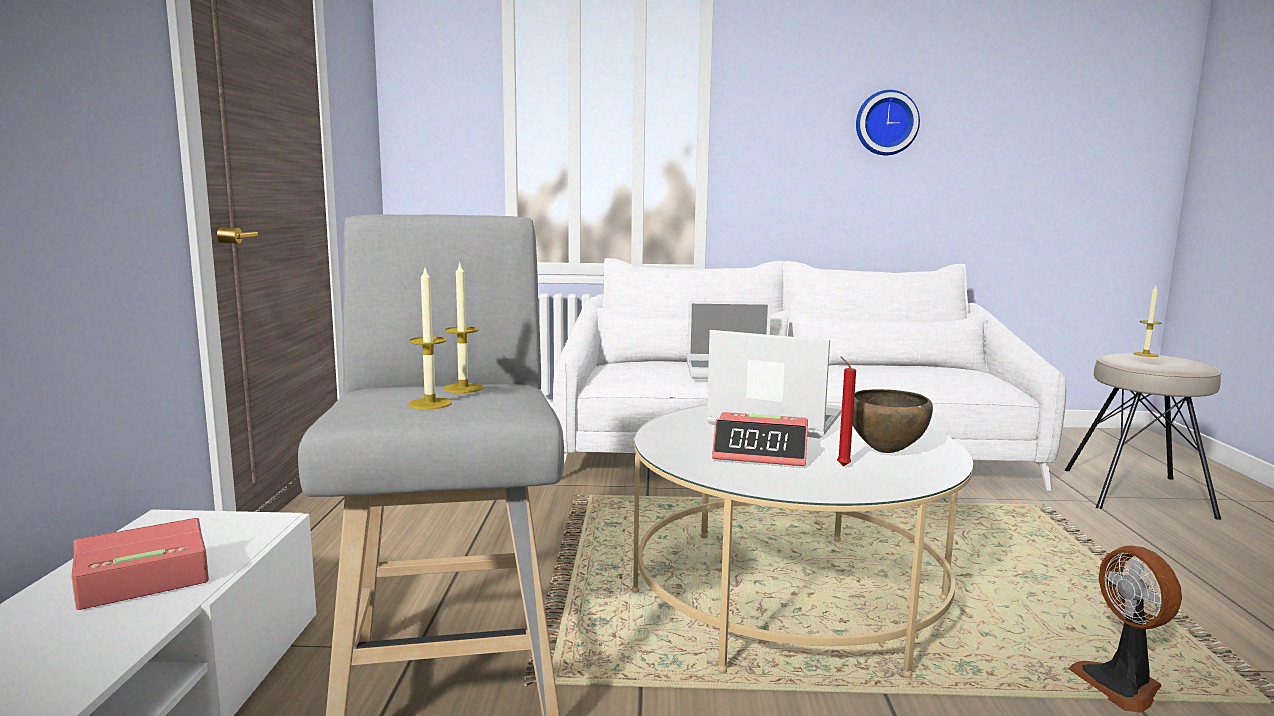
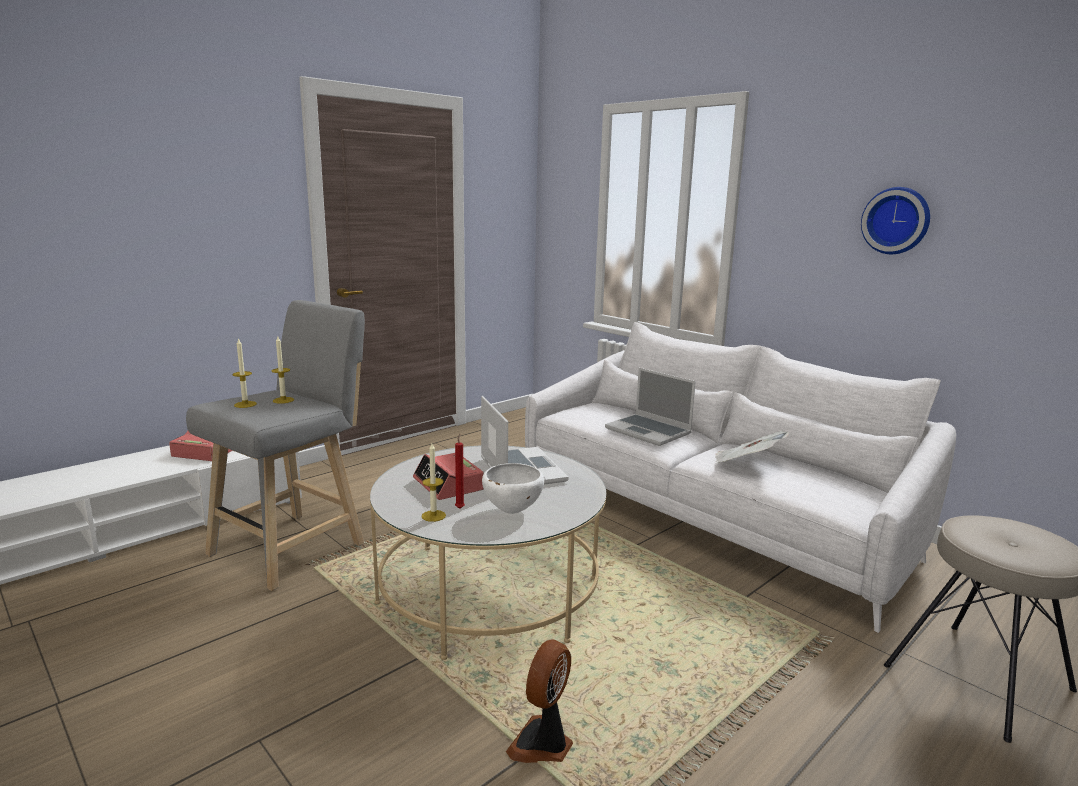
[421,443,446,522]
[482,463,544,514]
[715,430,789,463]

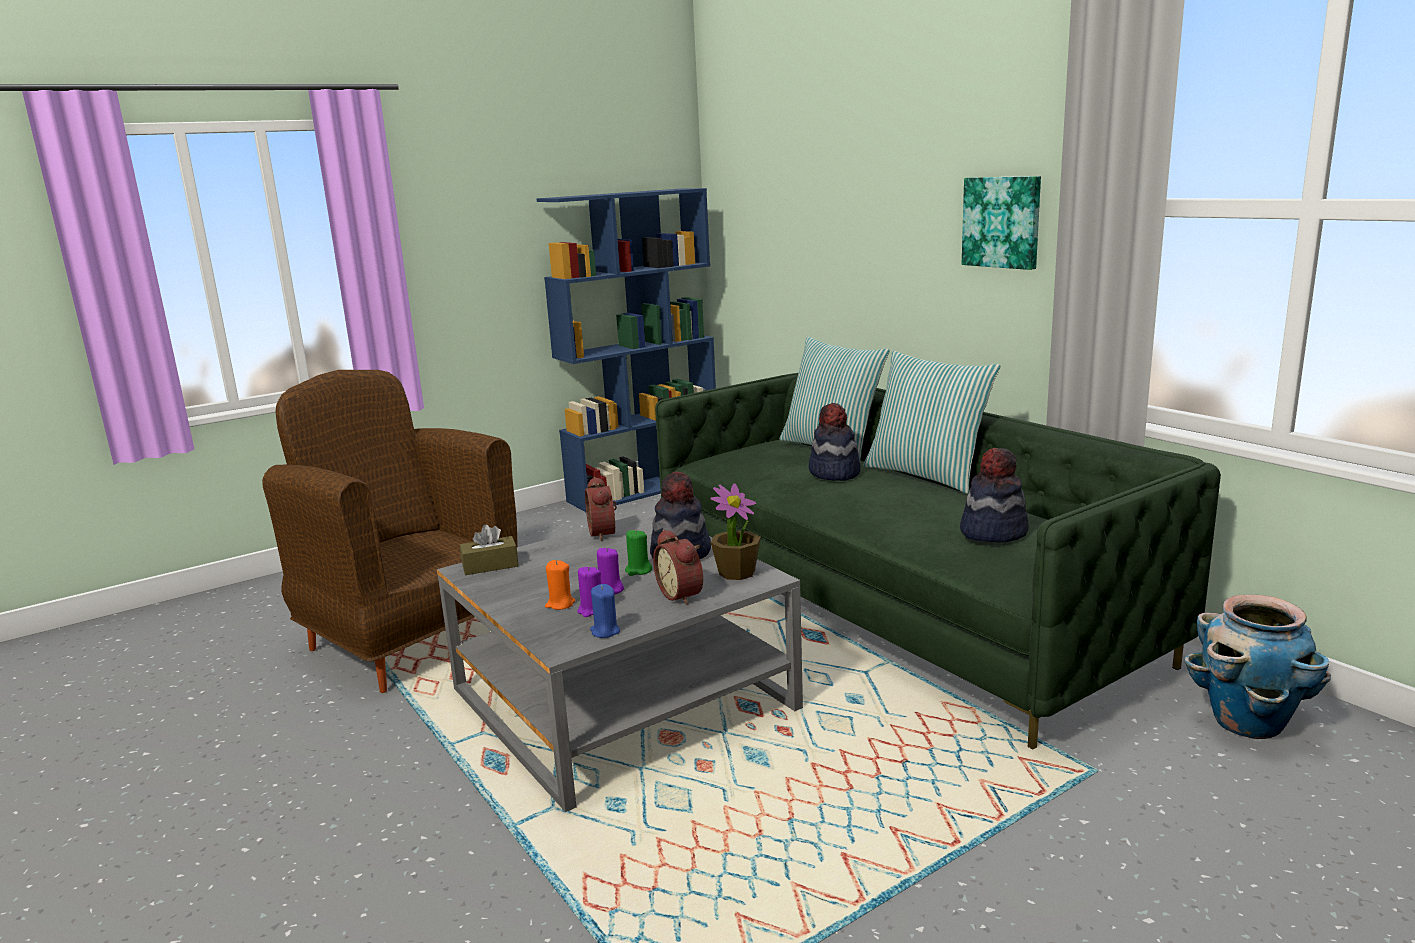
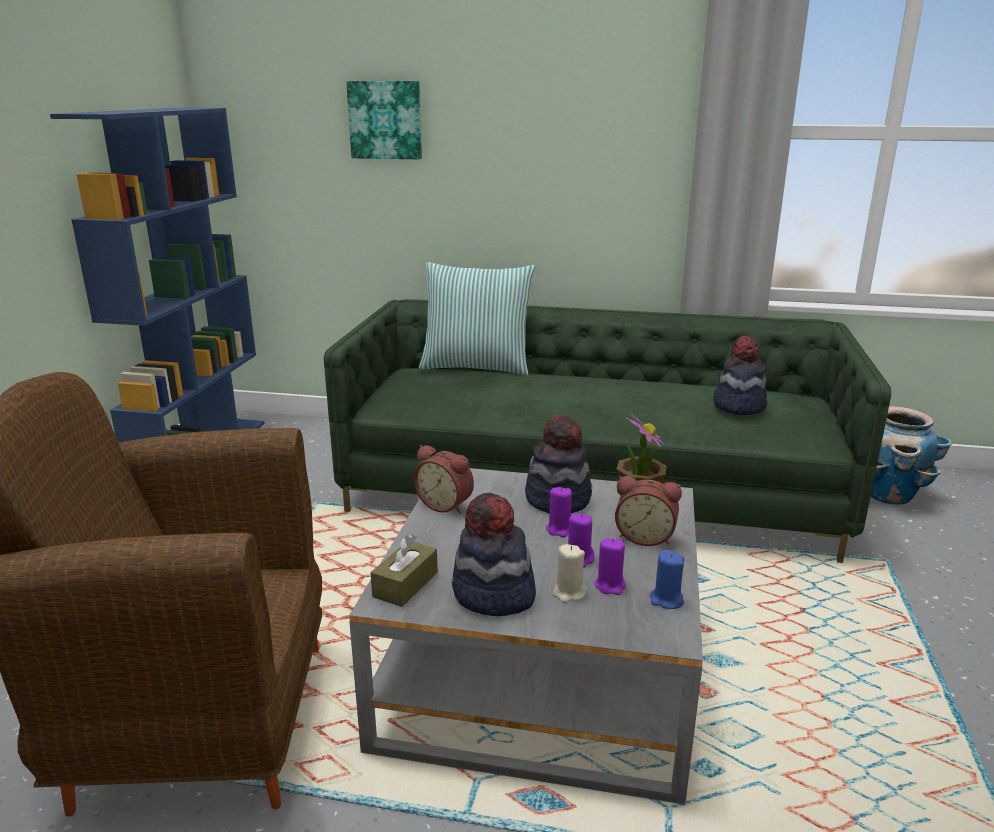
[346,81,422,160]
[863,351,1000,494] (first image)
[452,493,536,616]
[546,487,572,537]
[553,544,587,603]

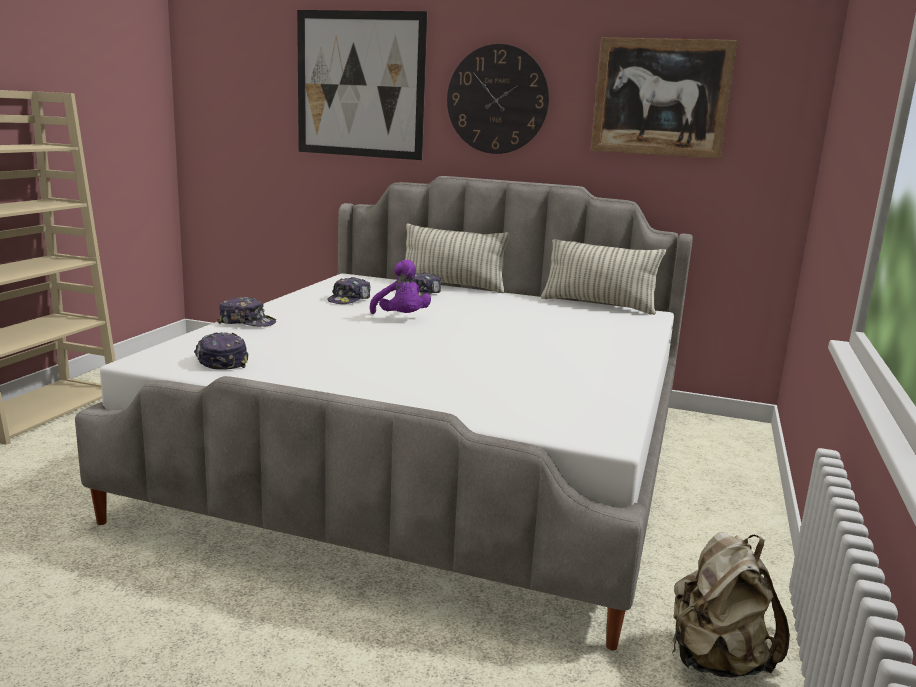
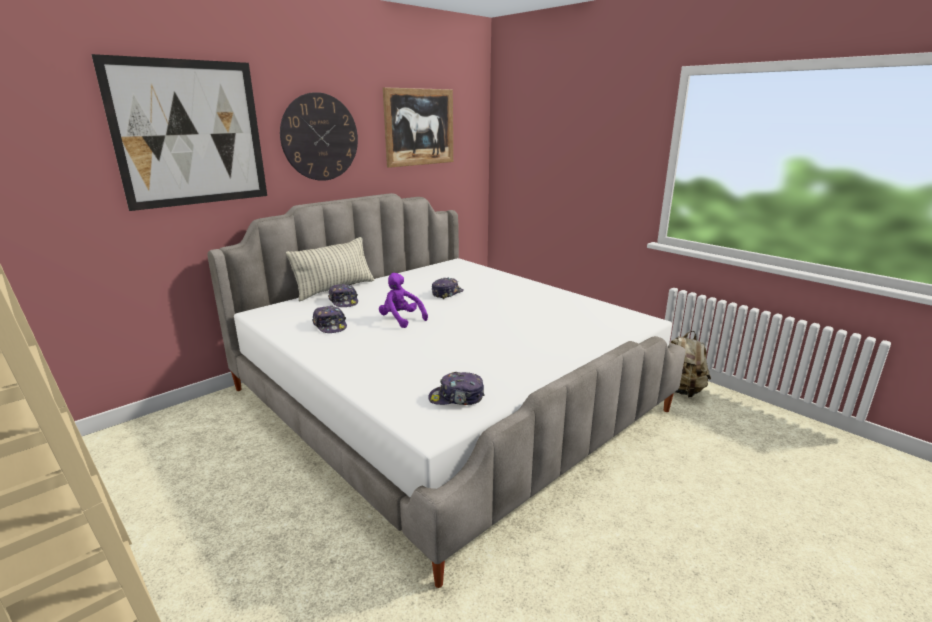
[541,239,666,315] (first image)
[379,273,428,328]
[432,278,464,299]

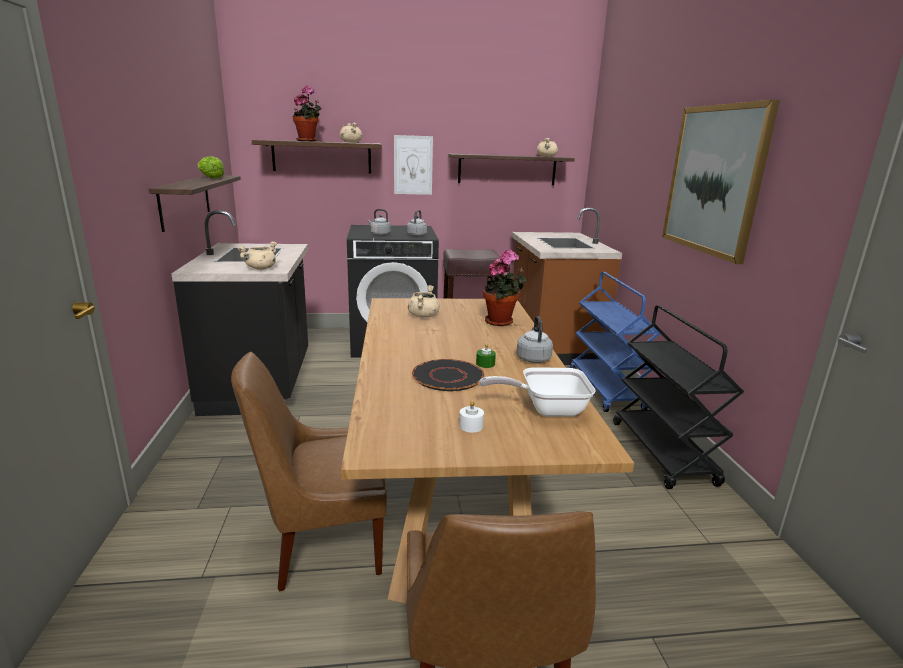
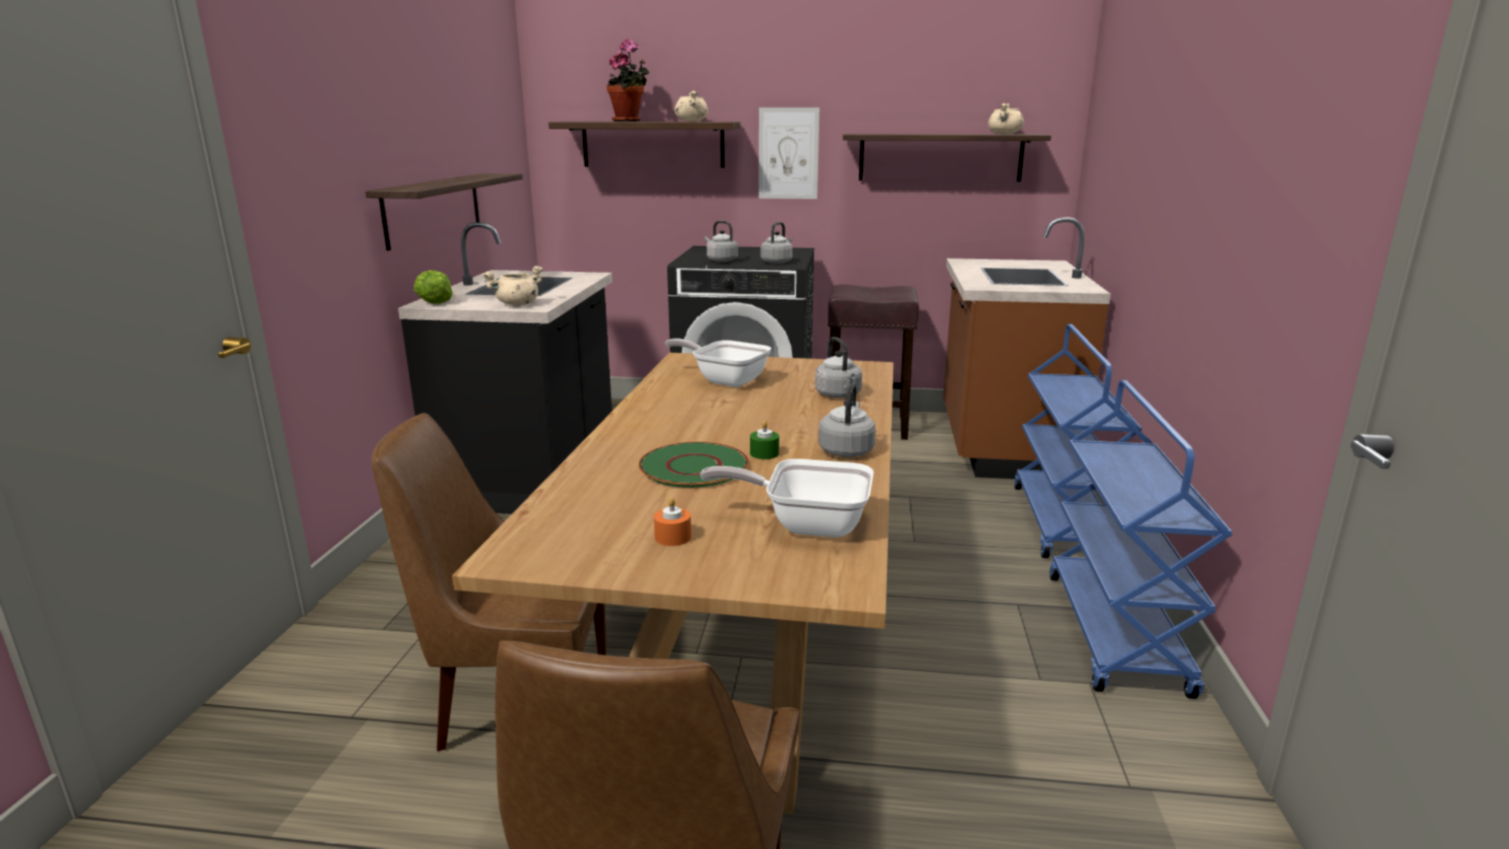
[662,99,780,264] (first image)
[414,270,453,304]
[815,337,862,398]
[665,338,771,387]
[1049,380,1233,699]
[638,442,749,488]
[654,497,691,546]

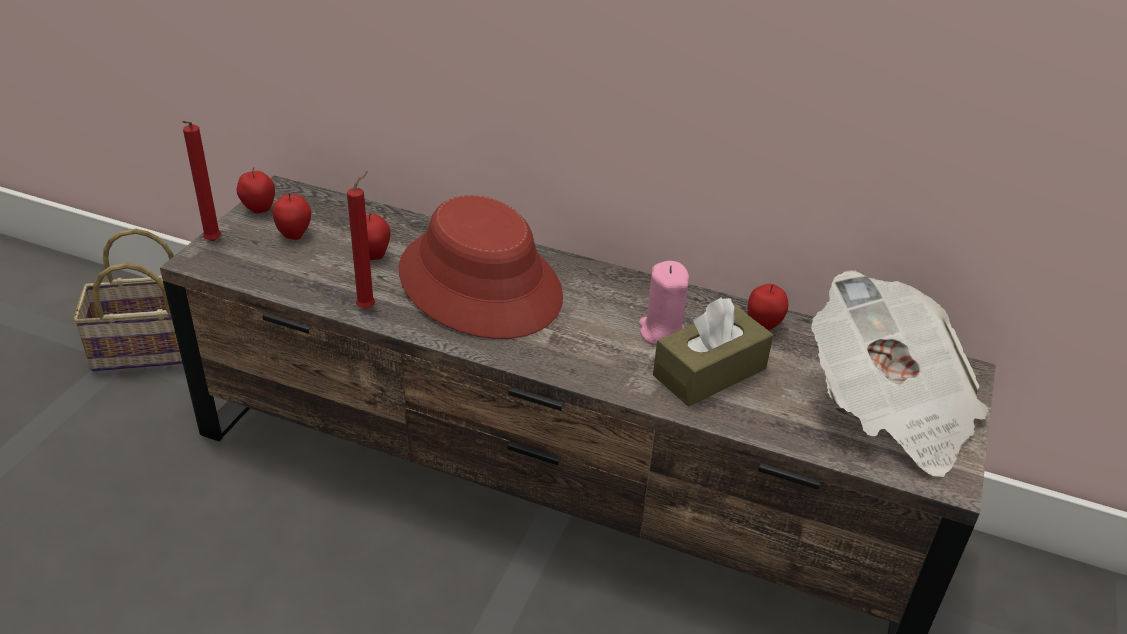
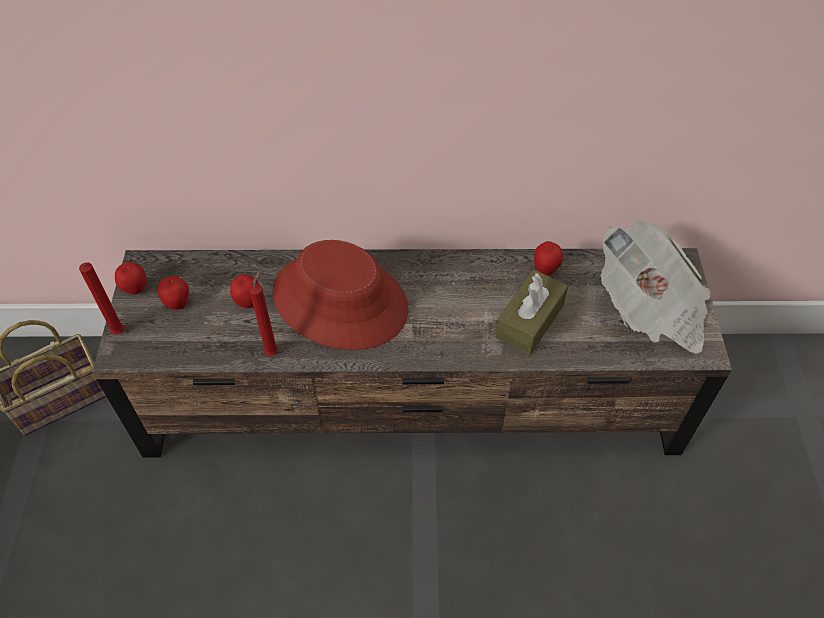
[639,261,689,346] (first image)

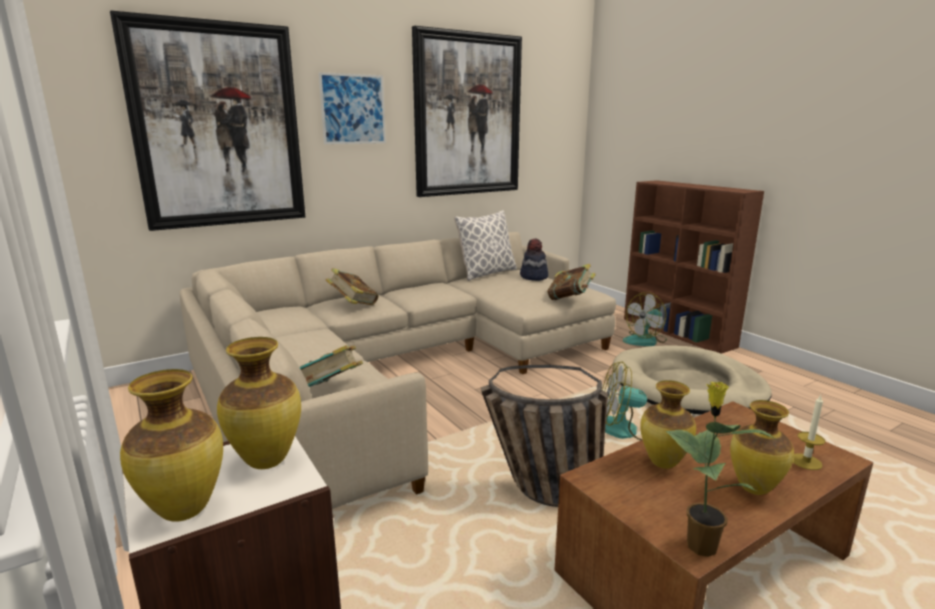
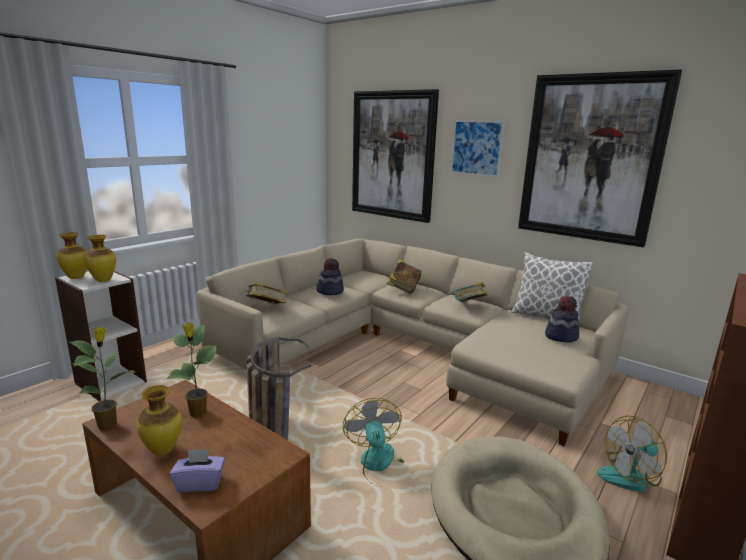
[454,282,488,302]
[597,416,667,492]
[167,322,216,417]
[170,449,225,492]
[316,258,344,295]

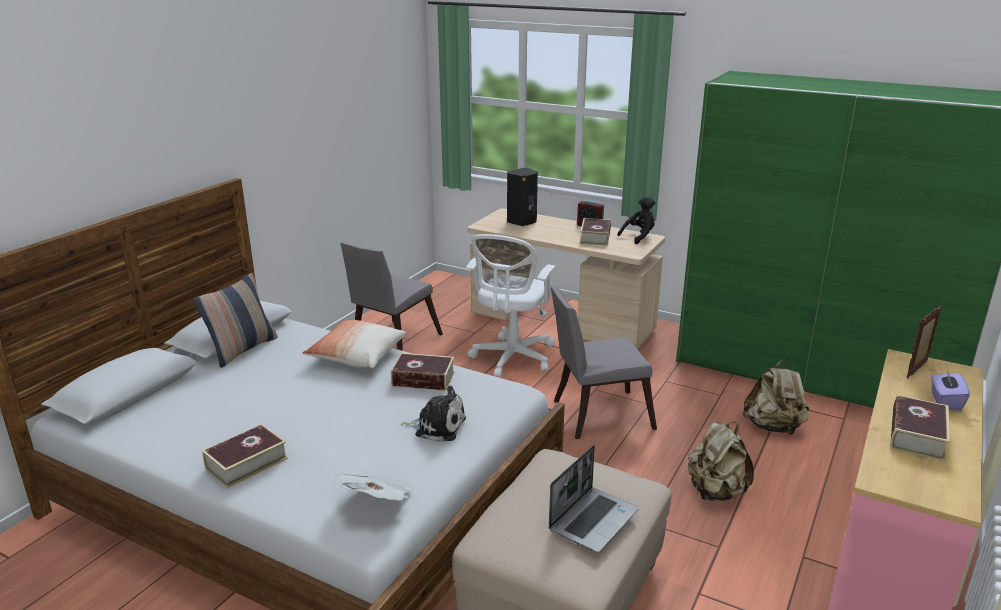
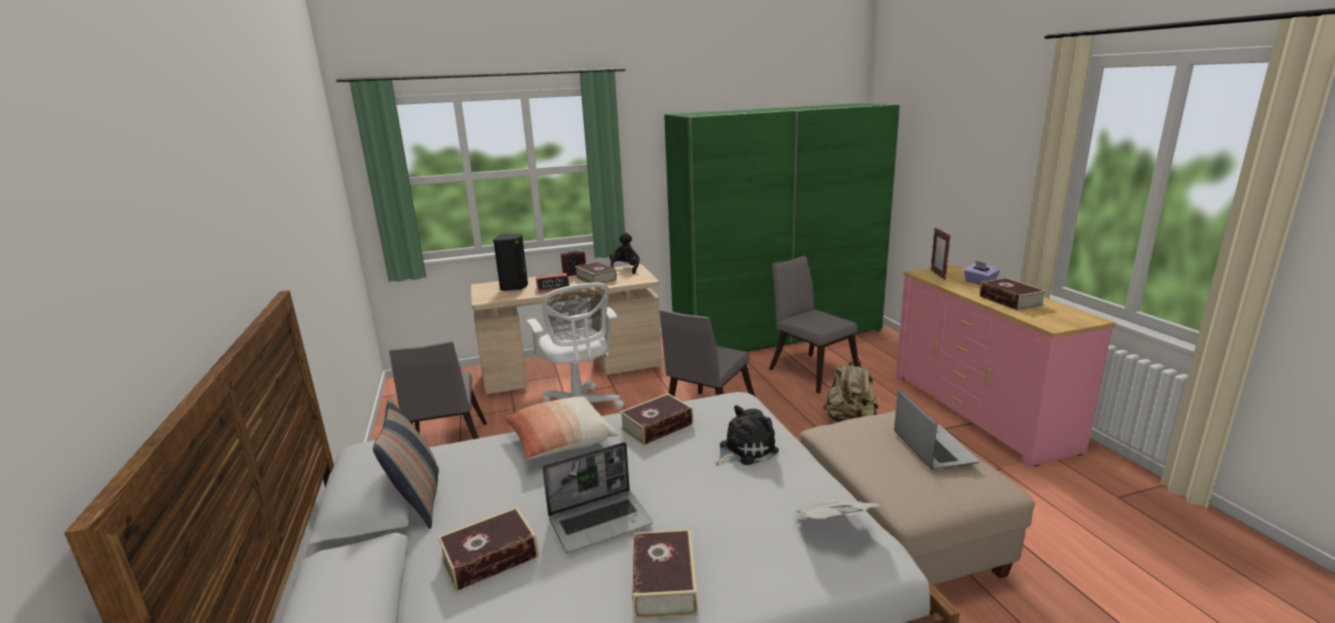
[769,256,859,394]
[536,273,570,292]
[542,442,653,553]
[438,507,539,591]

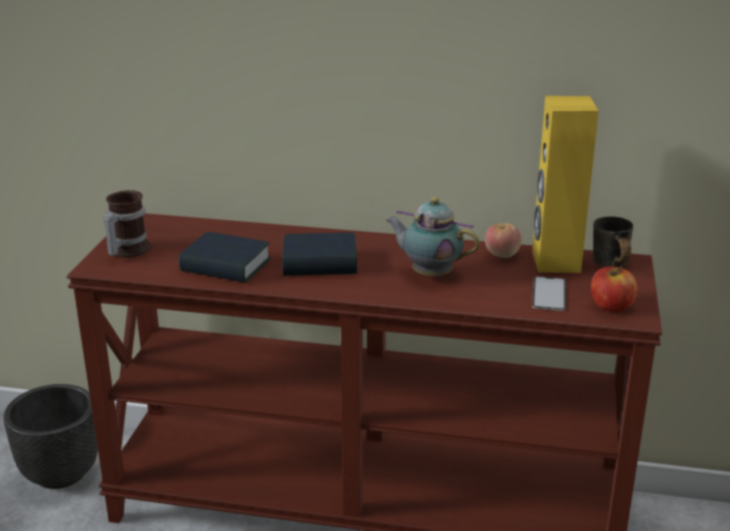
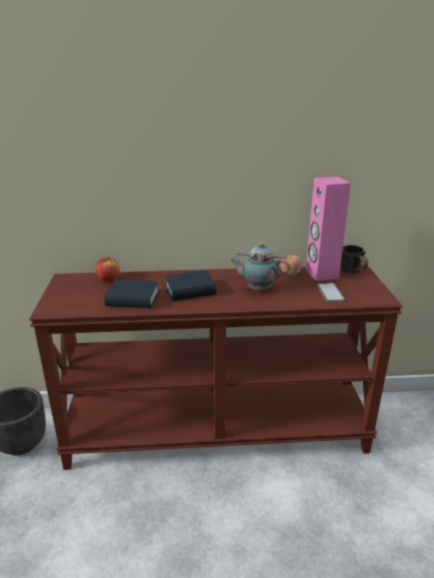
[306,177,351,281]
[103,190,152,258] (first image)
[95,257,120,282]

